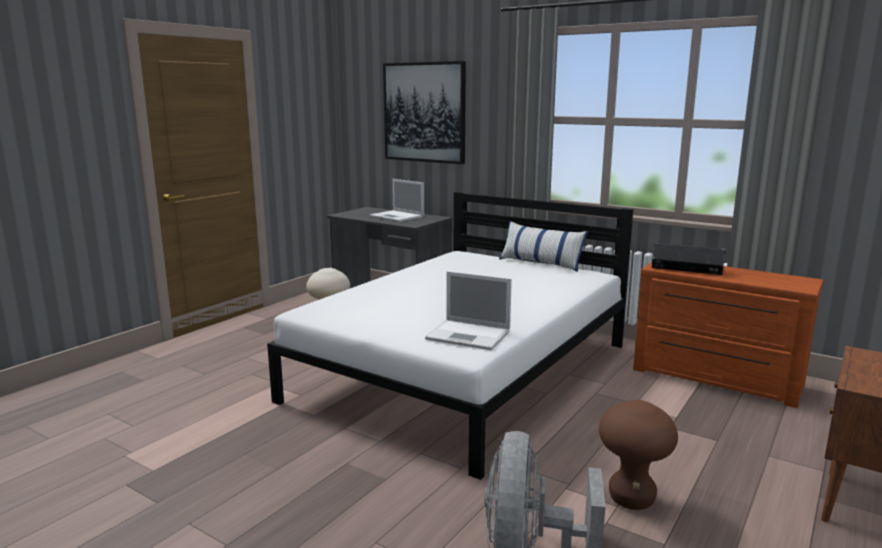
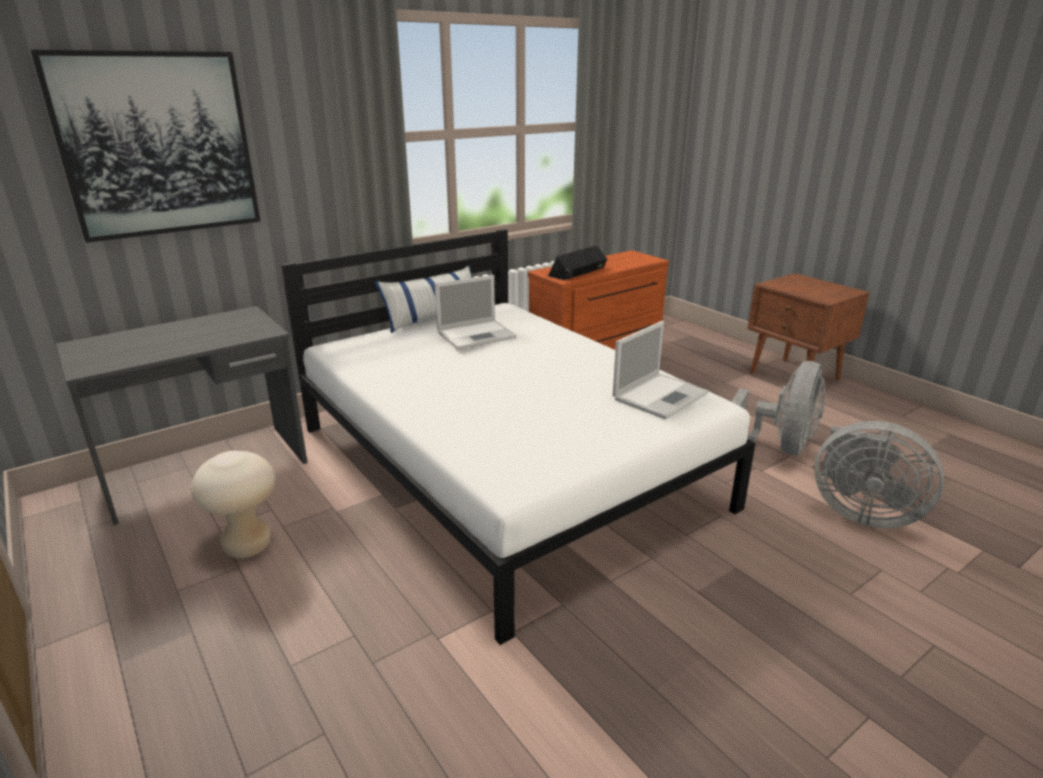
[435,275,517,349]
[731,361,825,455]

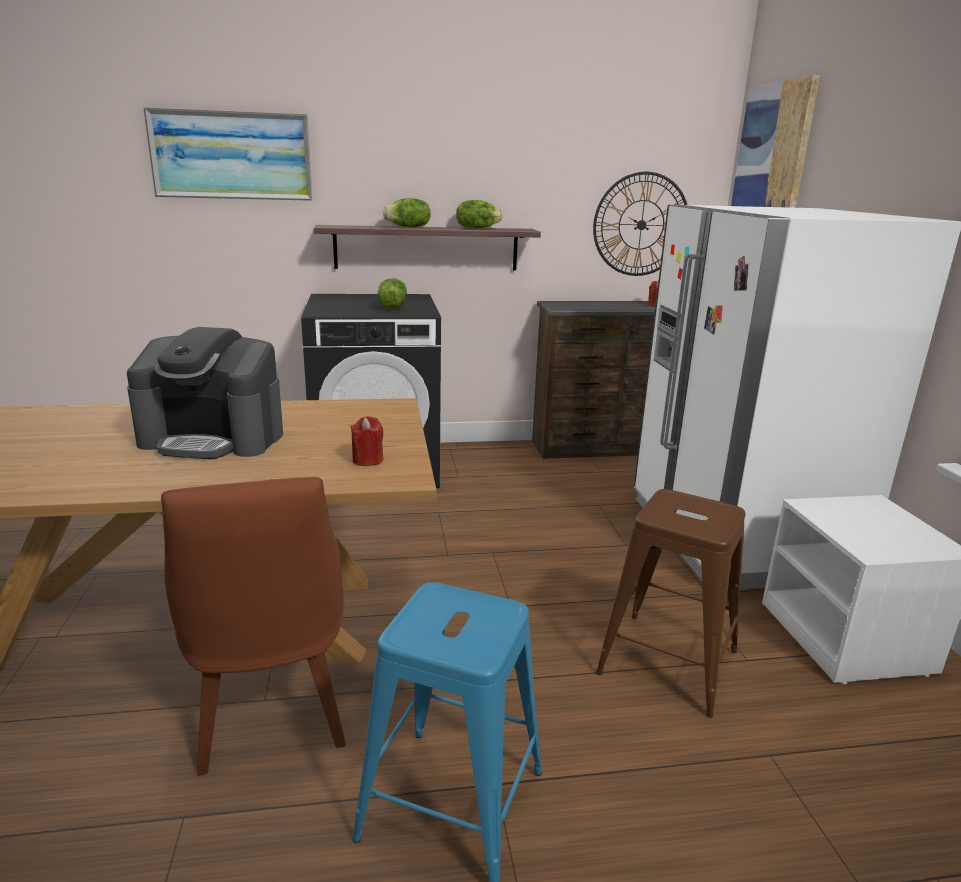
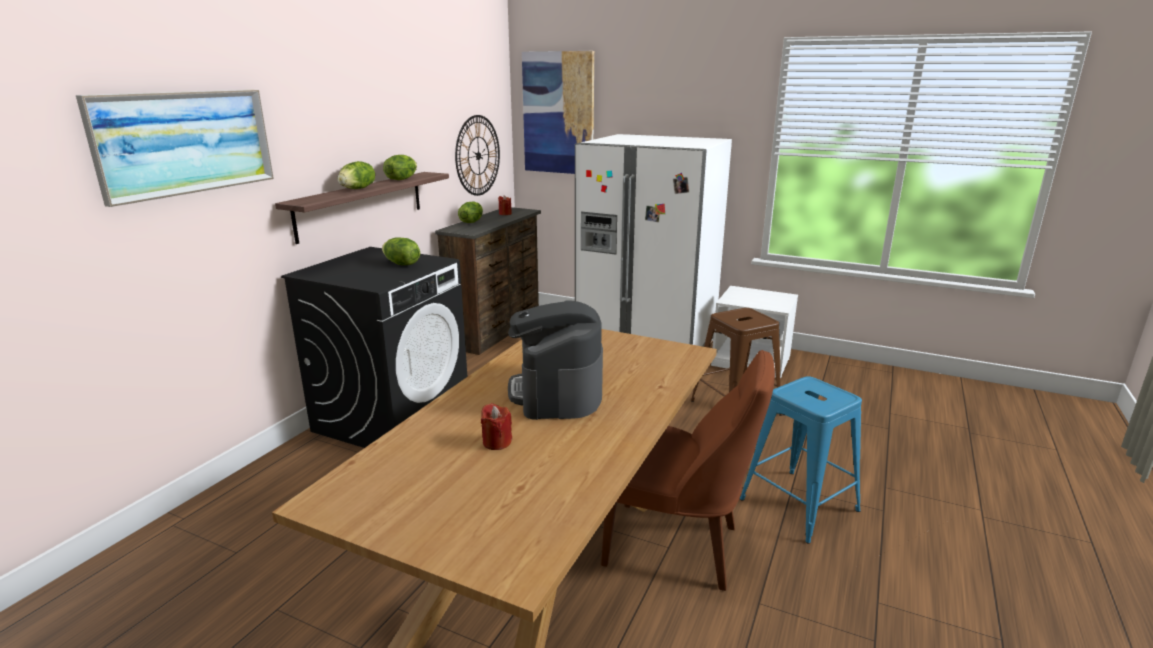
[508,300,603,420]
[481,403,512,450]
[458,202,483,223]

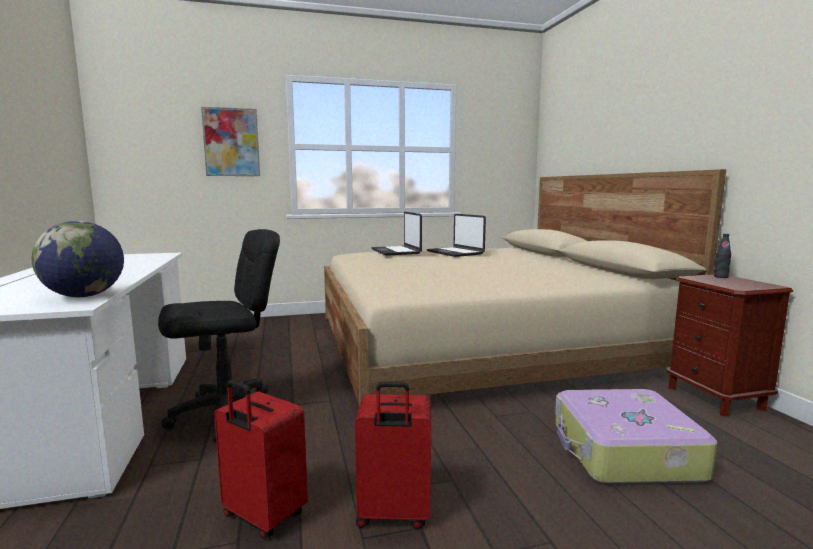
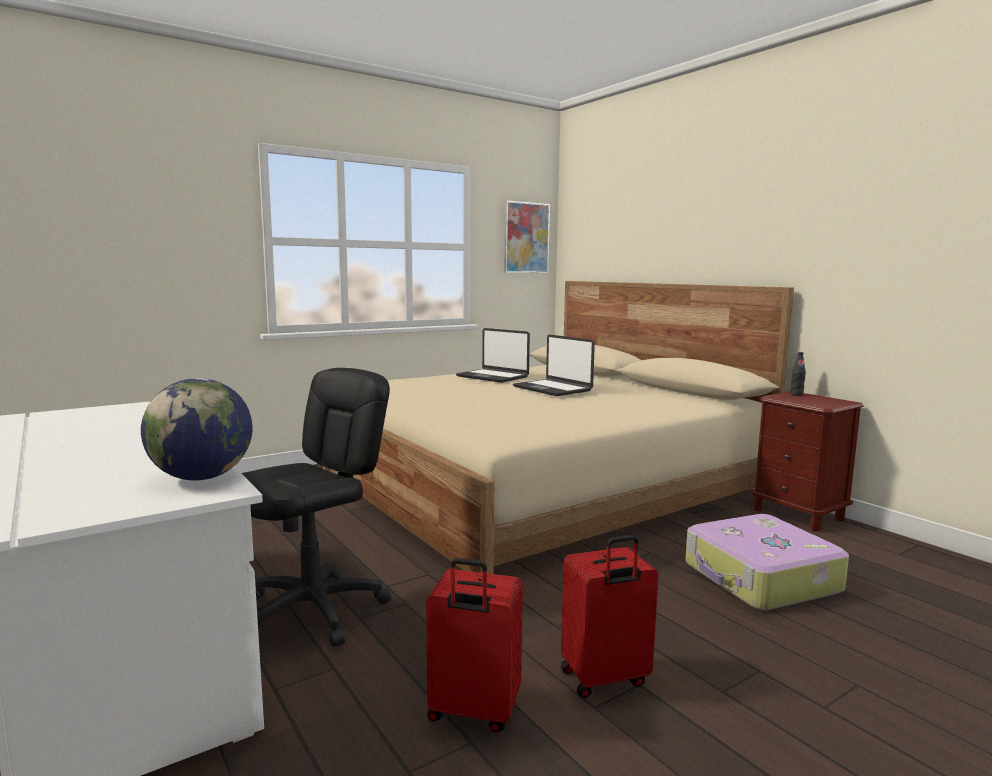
[504,201,550,273]
[513,334,595,396]

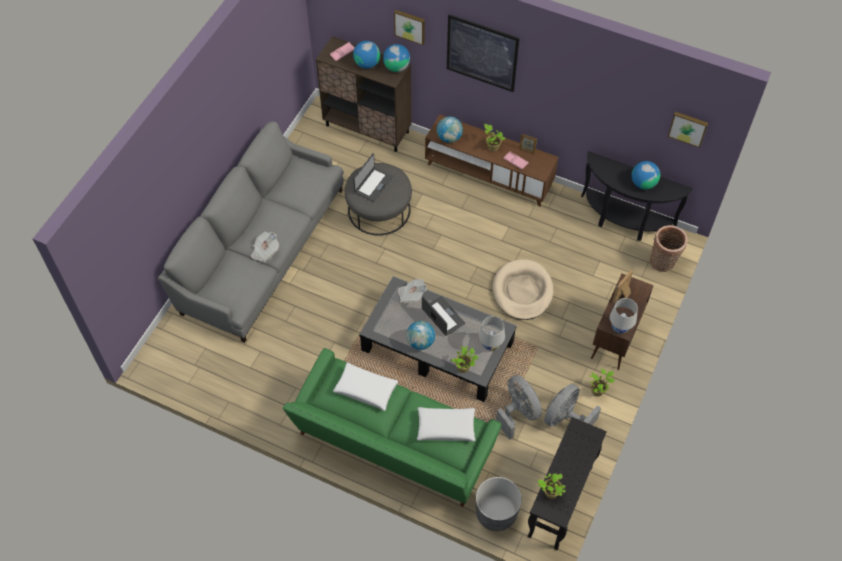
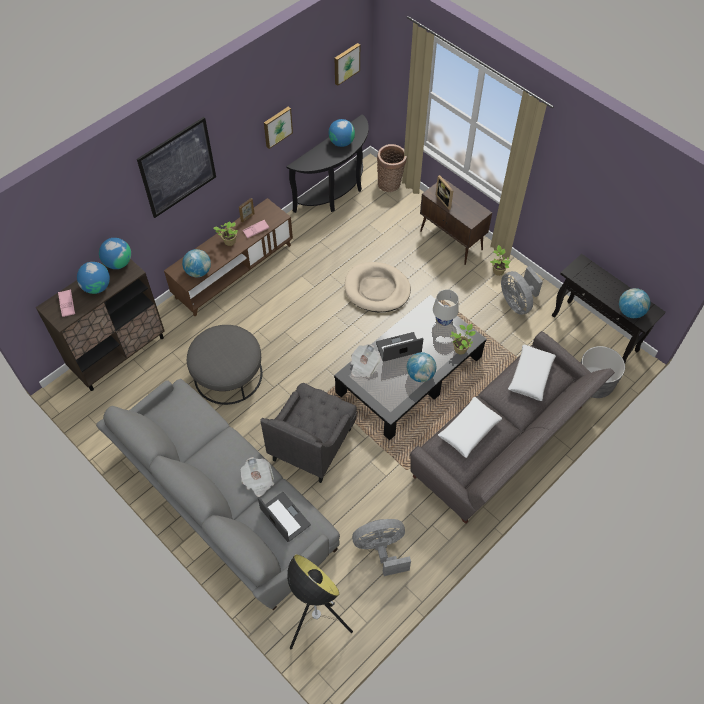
[264,107,293,149]
[258,492,311,542]
[610,298,638,334] (first image)
[410,331,615,524]
[352,519,411,576]
[619,288,650,318]
[260,383,357,483]
[287,554,353,650]

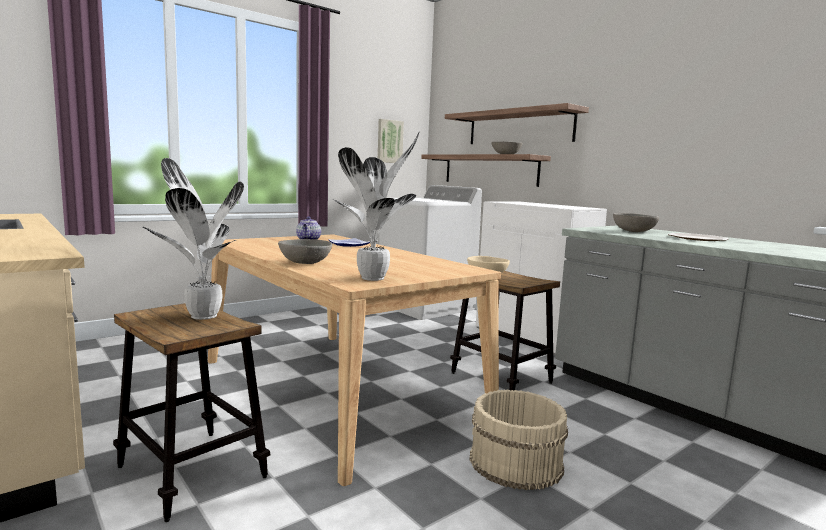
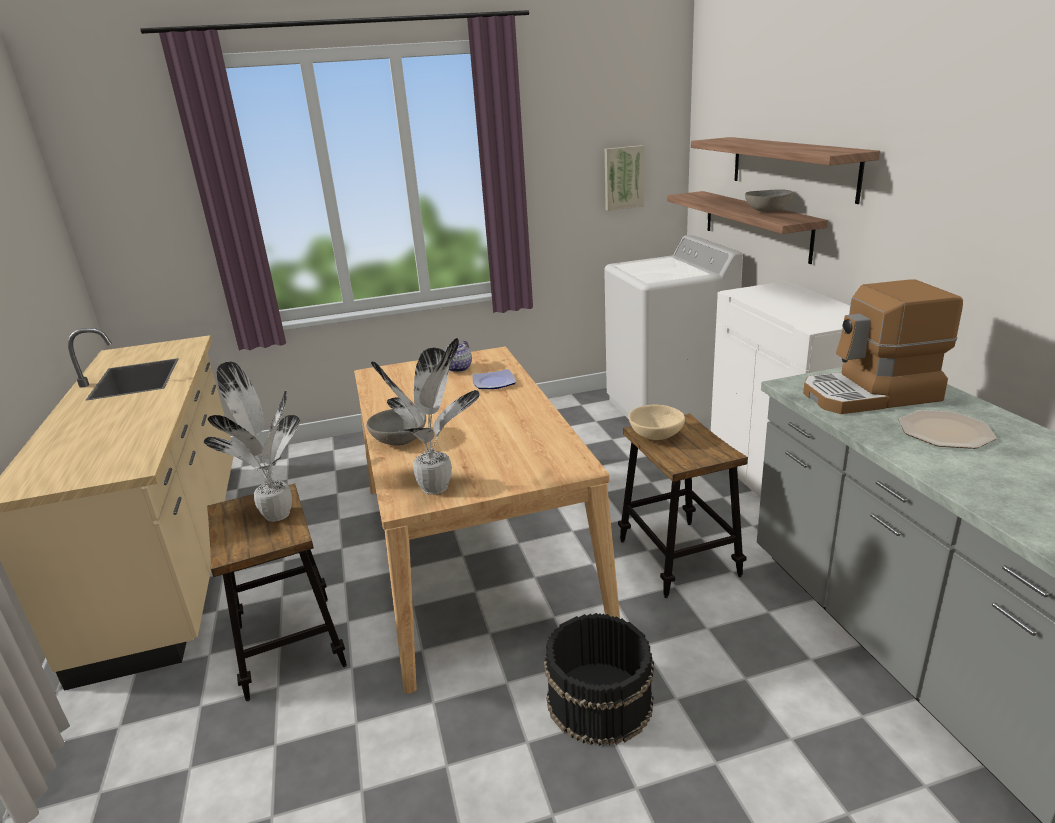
[803,280,963,414]
[544,613,654,746]

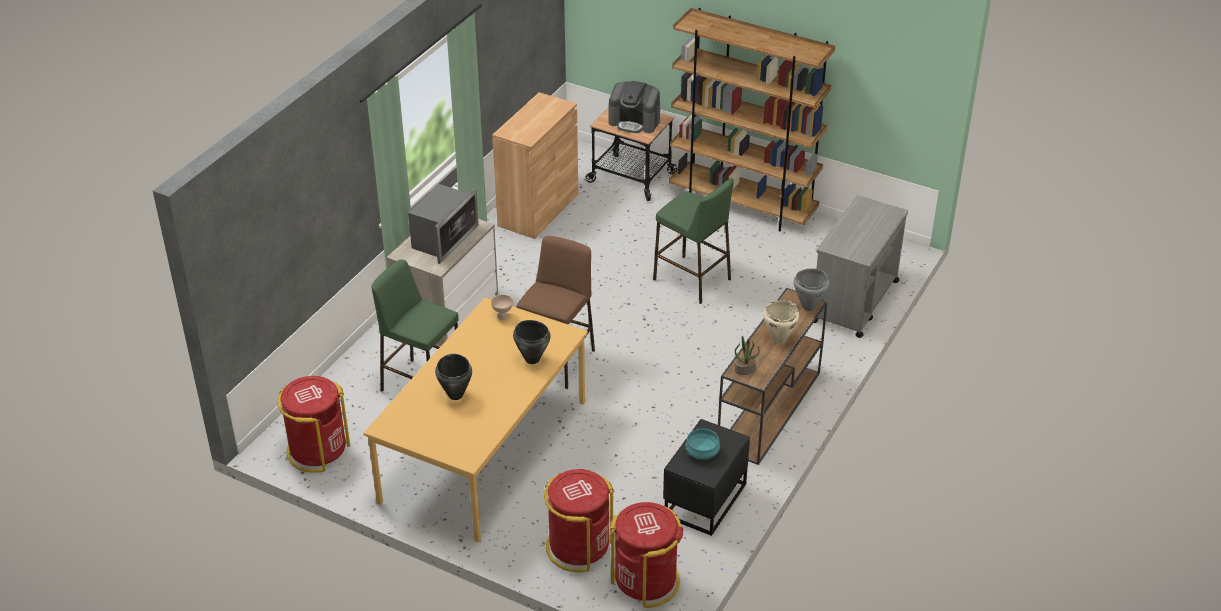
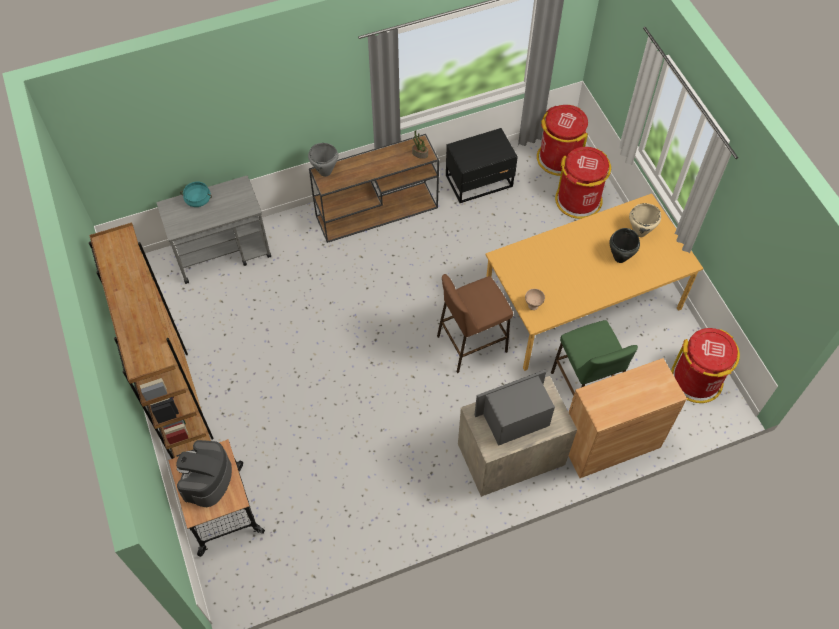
[176,440,232,507]
[569,358,687,478]
[653,178,734,304] (first image)
[629,203,661,237]
[513,320,551,364] (first image)
[180,182,212,207]

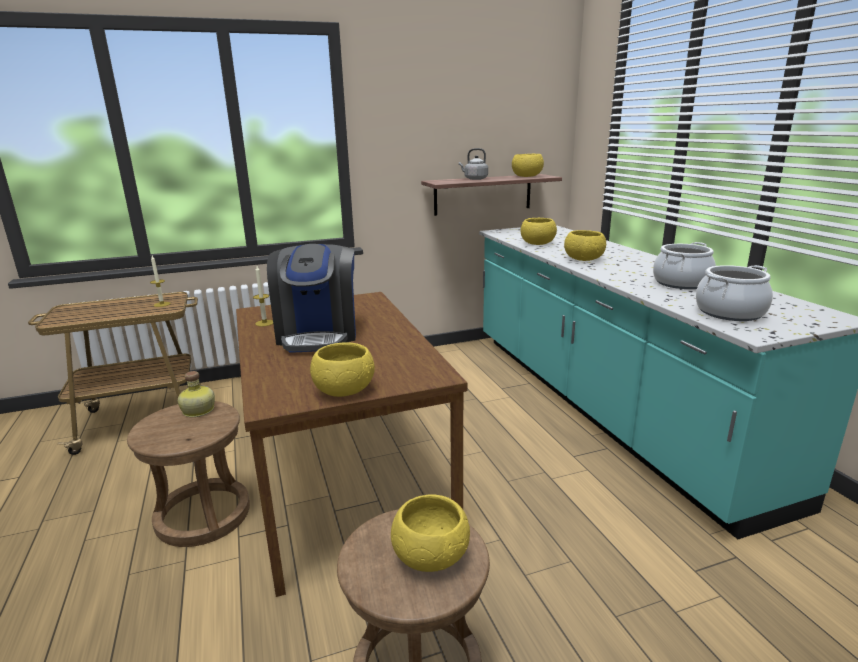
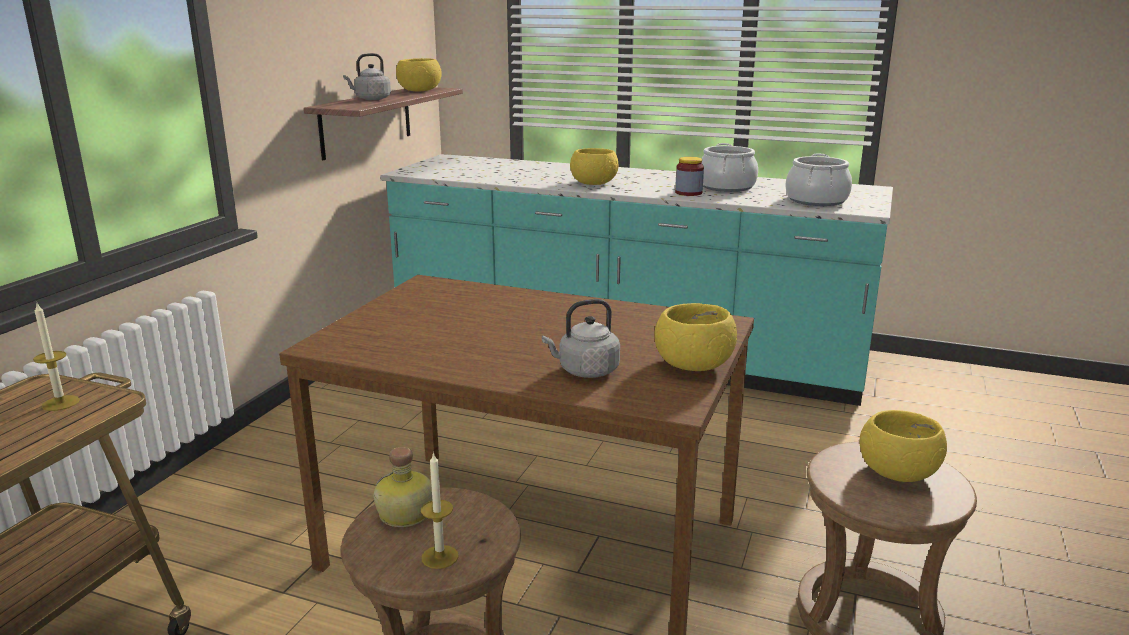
[520,218,557,245] (first image)
[267,244,356,353] (first image)
[421,452,459,569]
[675,157,704,196]
[542,299,620,378]

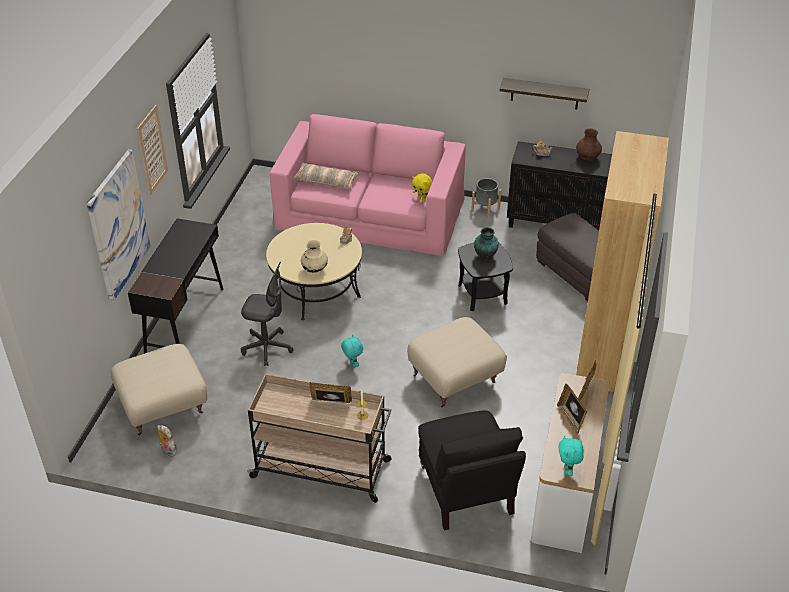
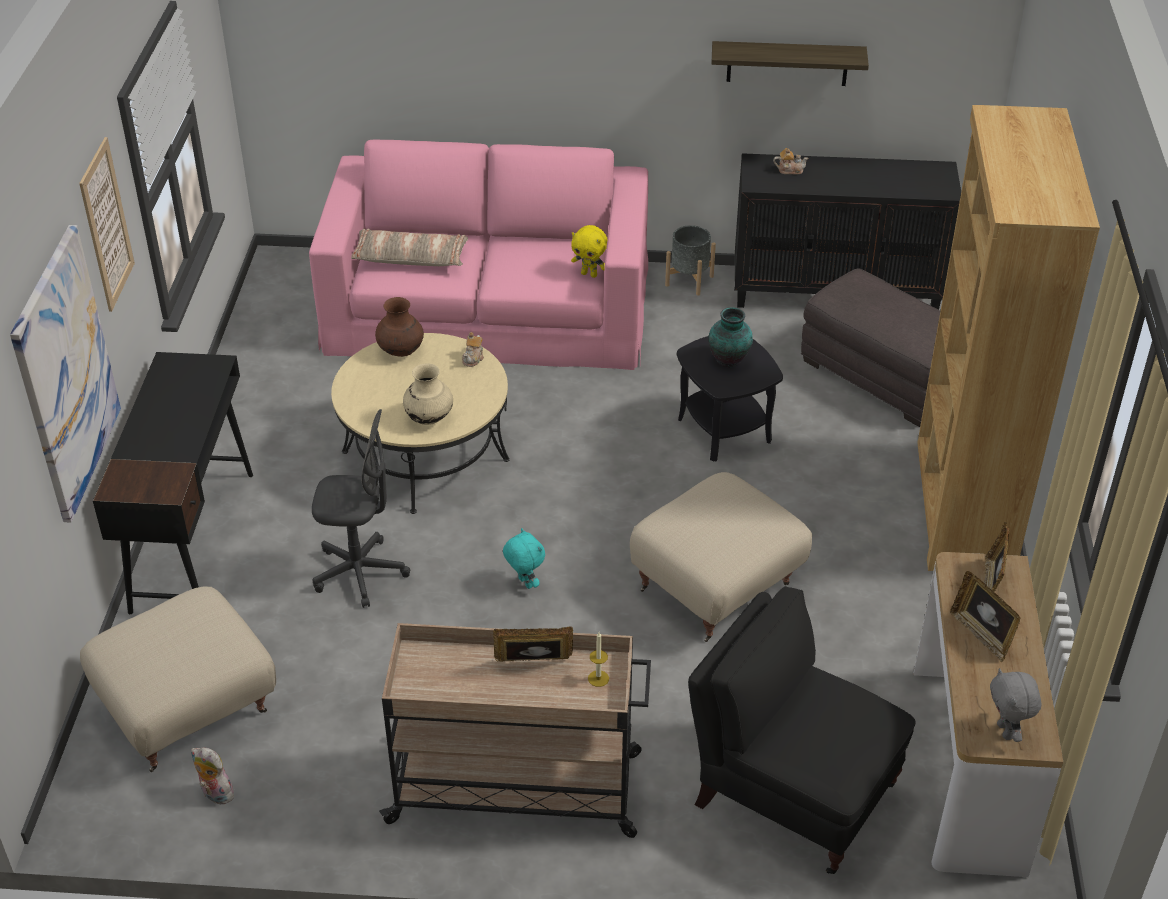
[375,297,424,357]
[688,586,916,874]
[990,668,1041,742]

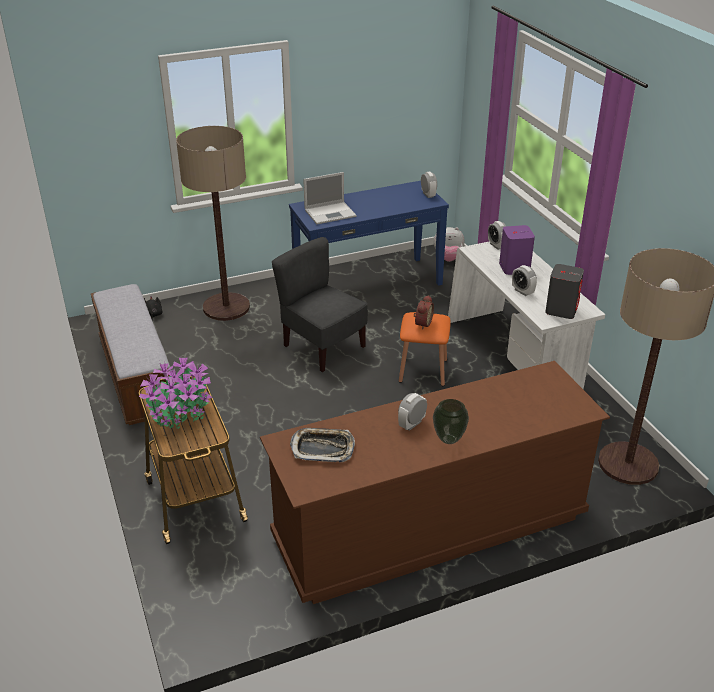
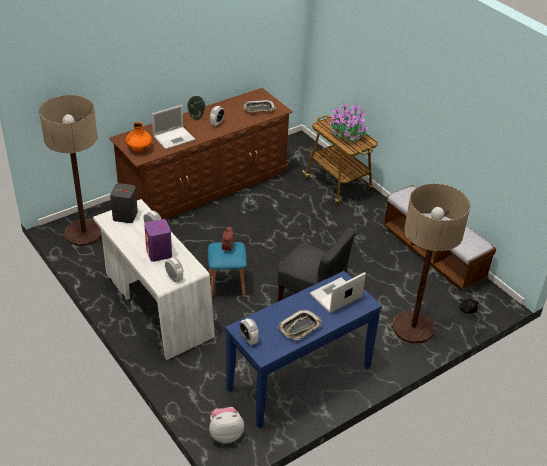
[208,242,247,298]
[152,105,195,150]
[126,122,152,152]
[278,309,322,340]

